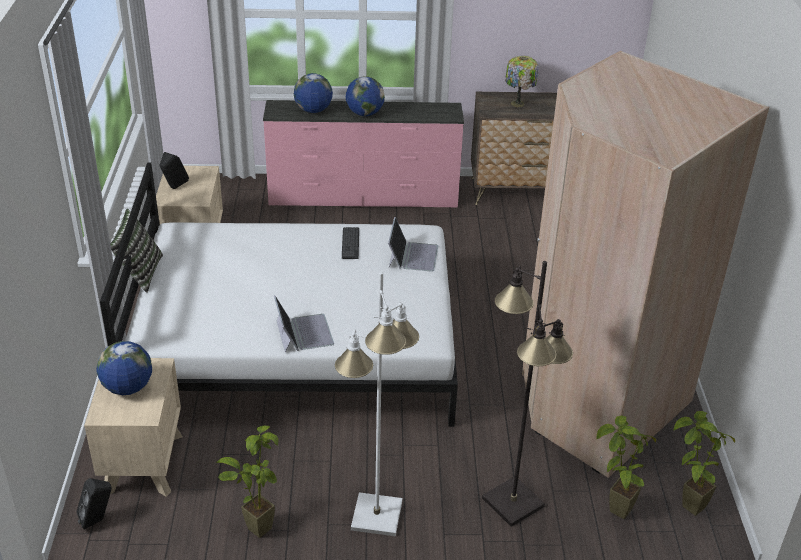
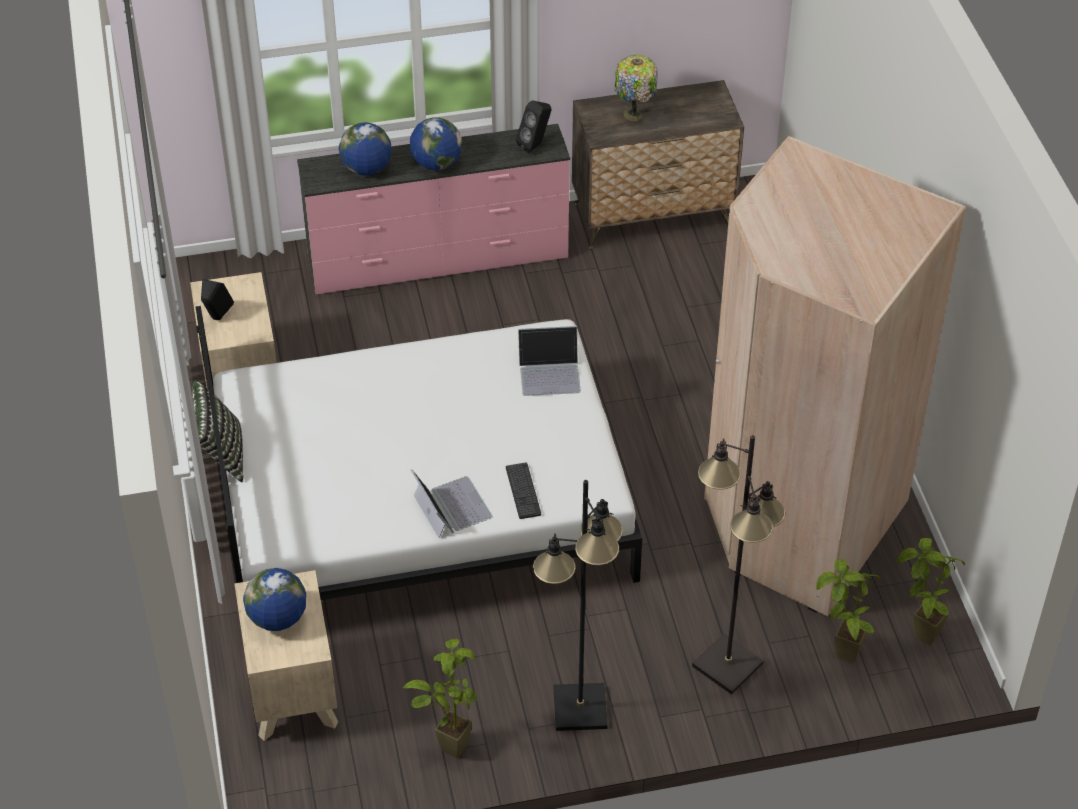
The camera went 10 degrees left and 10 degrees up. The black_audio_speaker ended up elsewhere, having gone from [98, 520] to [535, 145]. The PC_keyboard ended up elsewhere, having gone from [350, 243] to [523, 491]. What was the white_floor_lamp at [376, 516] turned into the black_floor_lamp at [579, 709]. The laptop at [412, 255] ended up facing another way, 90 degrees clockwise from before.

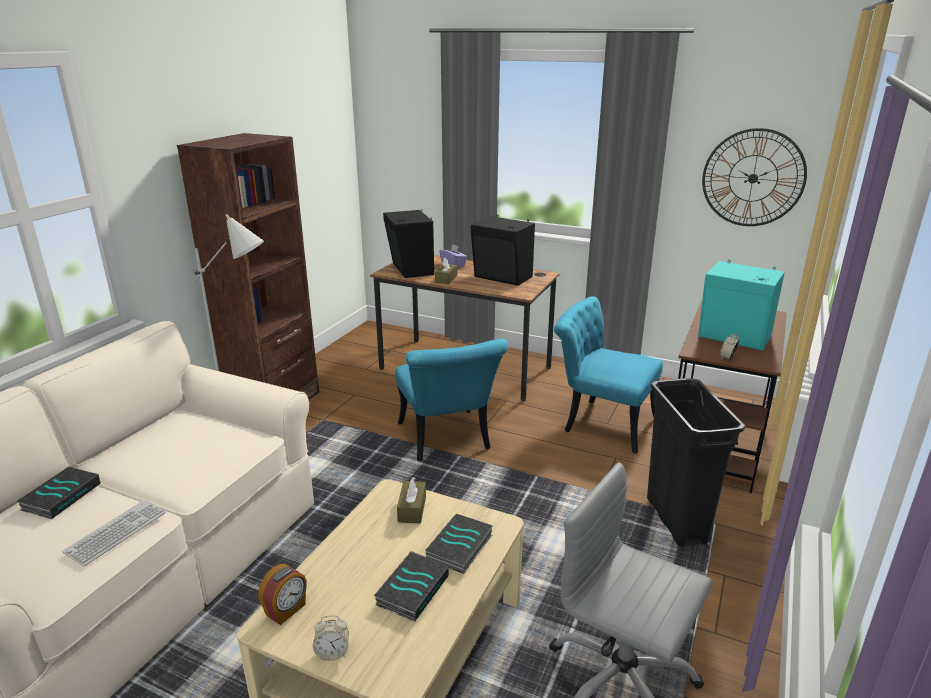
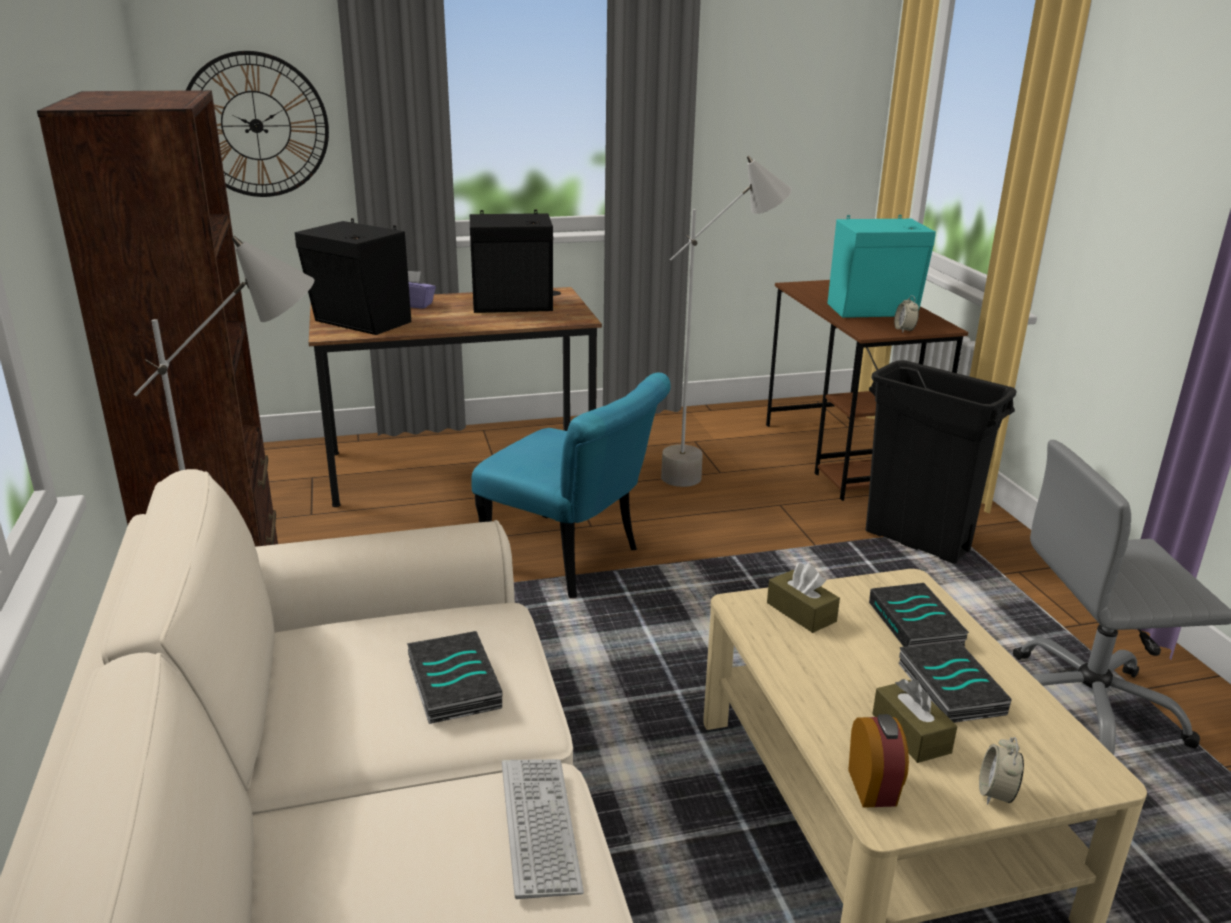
The camera went 40 degrees left and 0 degrees up. The volume ended up elsewhere, having gone from [61, 496] to [451, 683]. The brown-coloured_tissue_holder ended up elsewhere, having gone from [446, 279] to [911, 733]. The clock_on_the_wall ended up elsewhere, having gone from [753, 178] to [256, 125]. Where the blue-green_plain_chair stood at [601, 422], the greyish_floor_lamp came to stand at [713, 474]. The table_clock at [332, 653] ended up facing another way, 150 degrees clockwise from before.

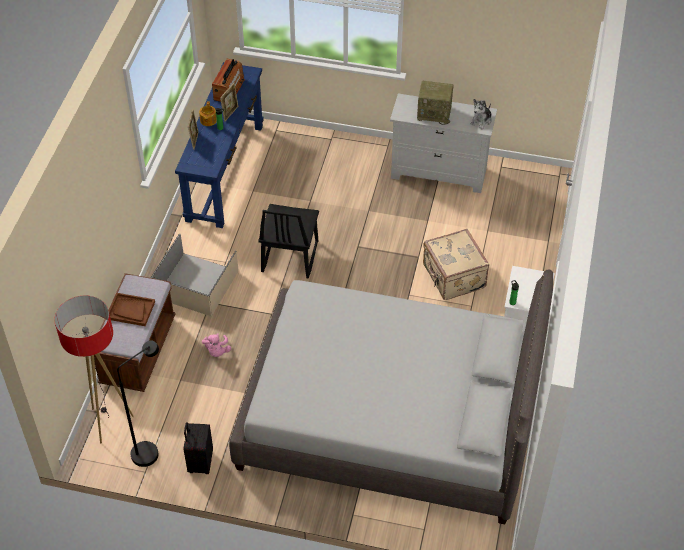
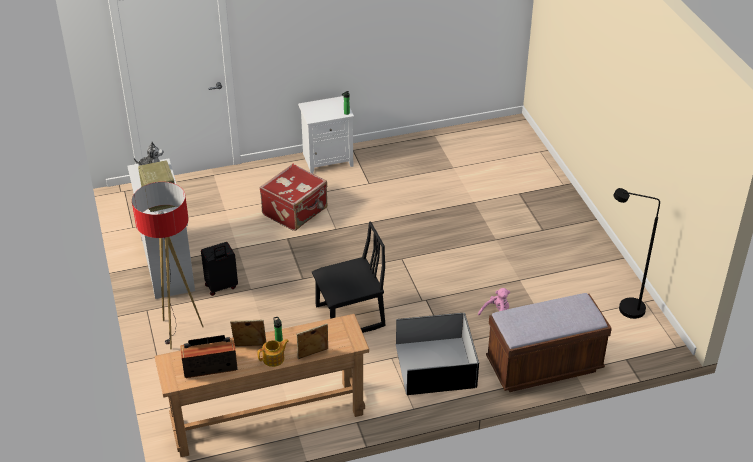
The camera went 120 degrees left and 10 degrees down. The second view lost the brown-coloured_tray at [130, 310]. The second view lost the greyish_sleeping_bed at [390, 417]. The floor_lamp ended up elsewhere, having gone from [109, 422] to [178, 332]. The black_suitcase ended up elsewhere, having gone from [200, 462] to [221, 287]. What was the beige_storage_bin at [197, 284] turned into the black_storage_bin at [435, 364]. What was the blue_console_table at [225, 172] turned into the brown-coloured_console_table at [268, 418]. What was the beige_suitcase at [453, 277] turned into the reddish_suitcase at [296, 211].

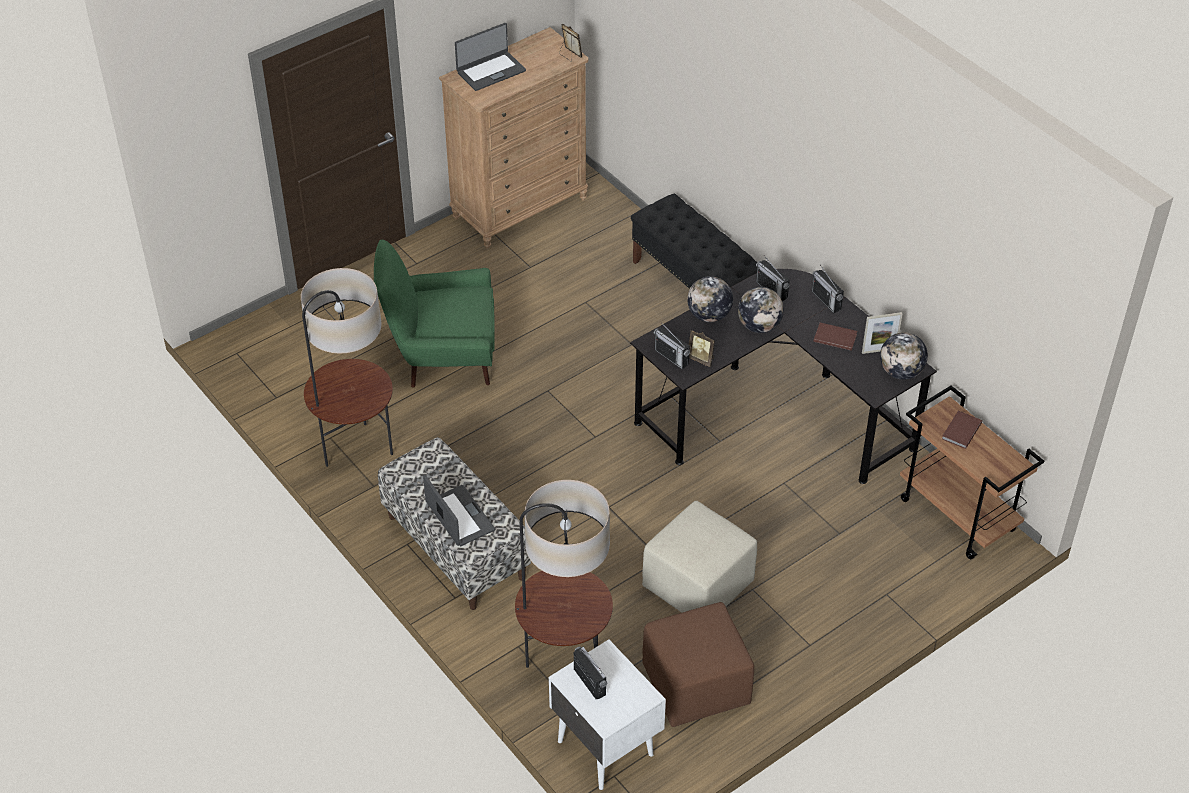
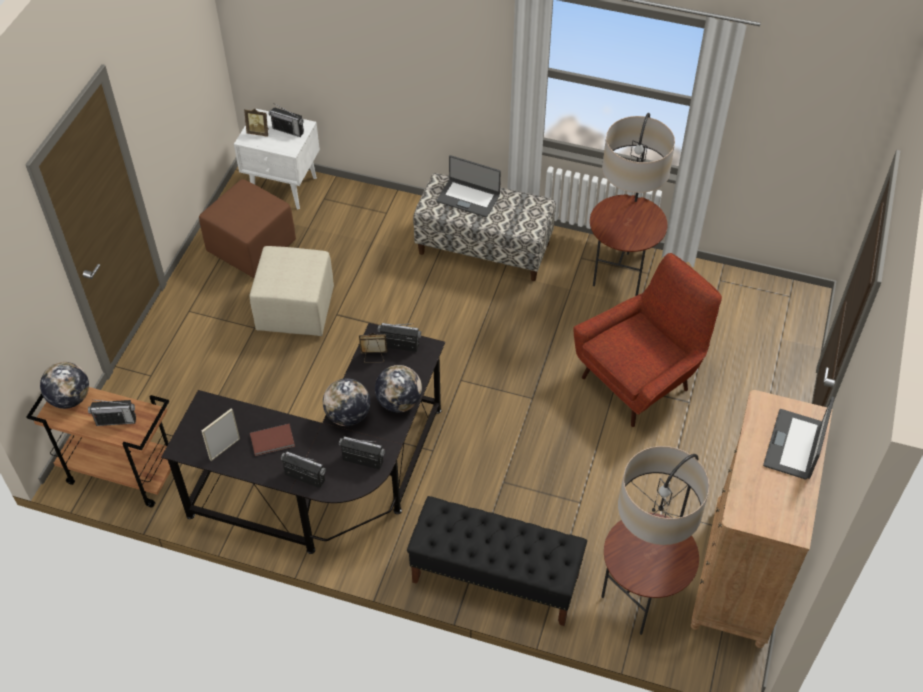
The camera went 145 degrees right and 5 degrees up. The floor_lamp ended up elsewhere, having gone from [564, 663] to [640, 598]. The standing_frame ended up elsewhere, having gone from [569, 55] to [259, 132]. The world_globe ended up elsewhere, having gone from [901, 372] to [70, 398]. Where the brown-coloured_volume stood at [960, 431], the radio_receiver came to stand at [116, 420]. What was the greenish_armchair at [443, 357] turned into the reddish_armchair at [640, 380].

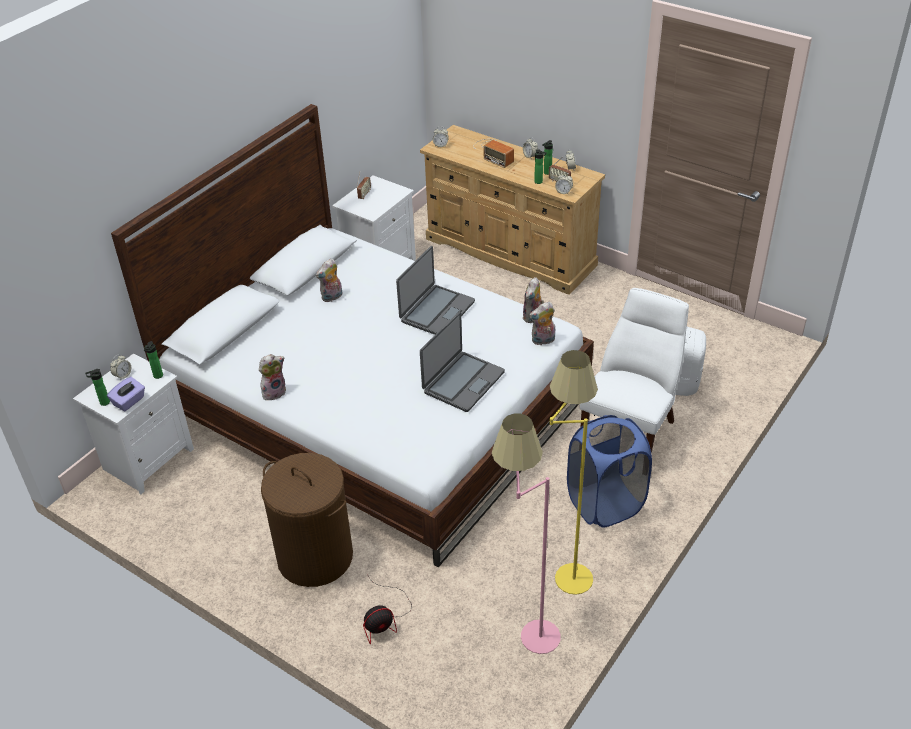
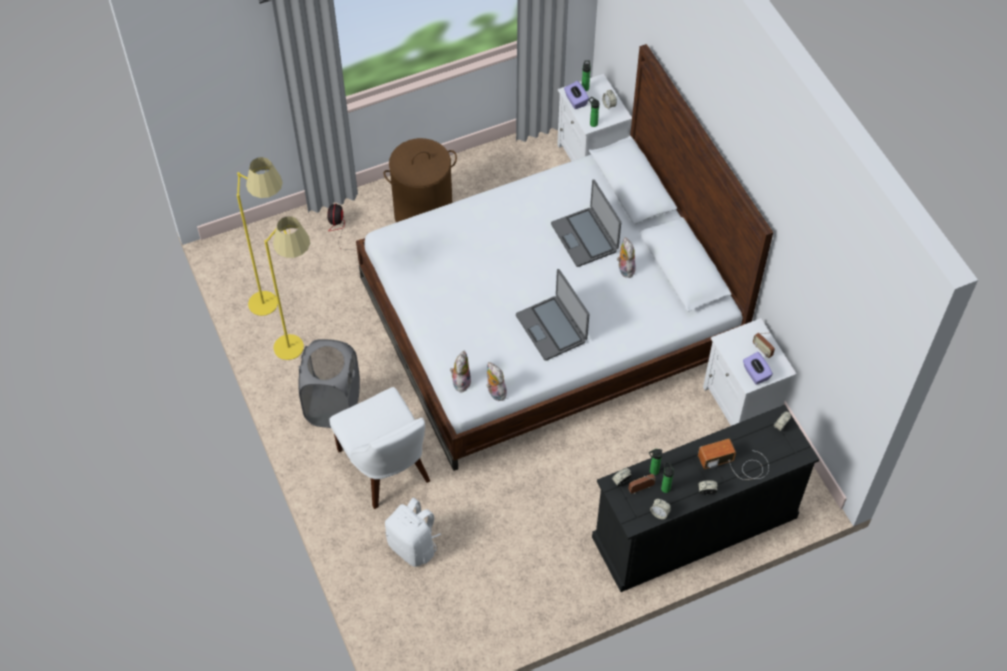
The camera went 120 degrees right and 15 degrees up. The second view lost the cuddly_toy at [274, 392]. The second view gained the purple_tissue_holder at [755, 374]. The laptop ended up elsewhere, having gone from [463, 382] to [585, 237]. What was the beige_drawer_chest at [511, 252] turned into the black_drawer_chest at [693, 528]. What was the pink_floor_lamp at [525, 627] turned into the yellowish_floor_lamp at [276, 299]. What was the blue_washing_basket at [605, 504] turned into the greyish_washing_basket at [333, 405].

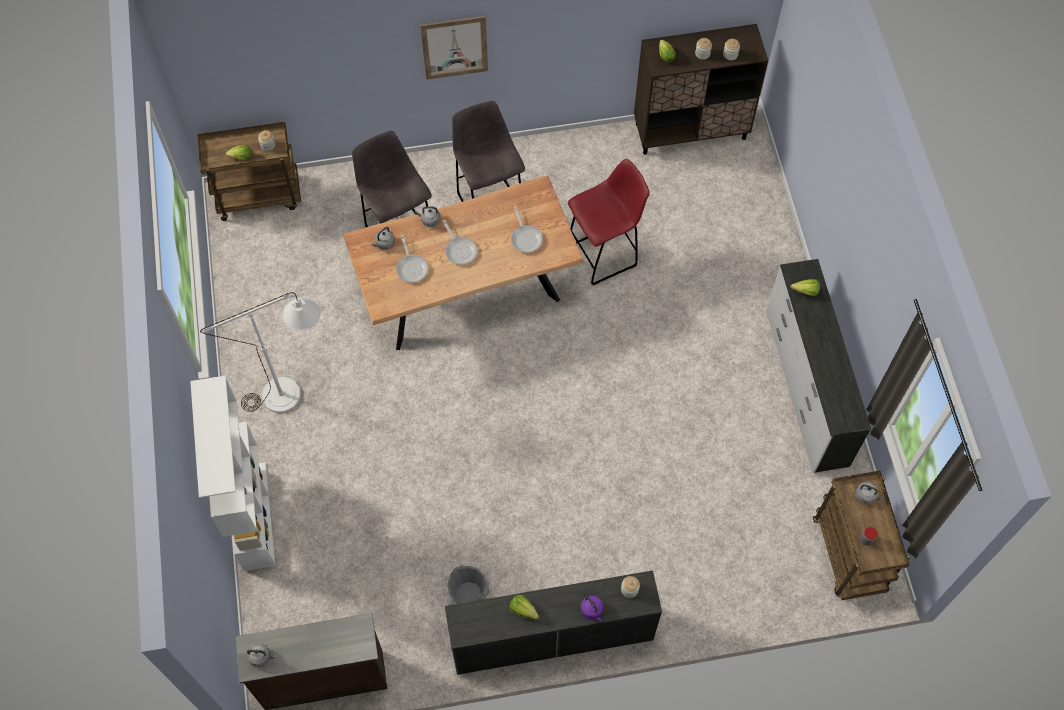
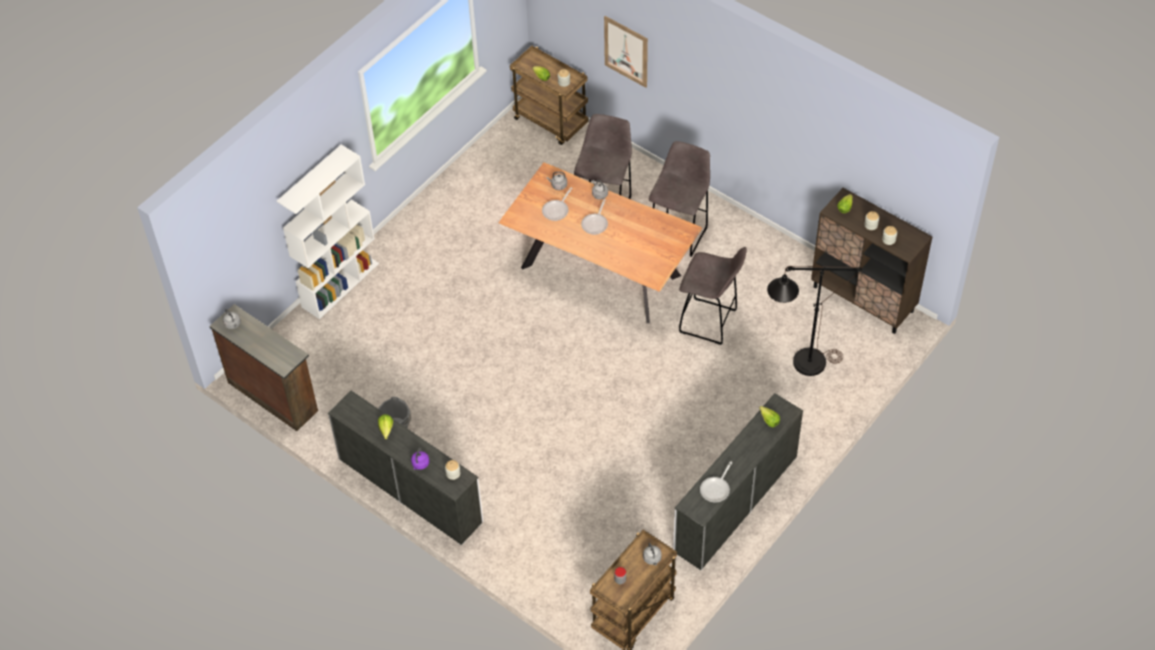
The camera went 50 degrees right and 10 degrees down. The second view lost the white_floor_lamp at [293, 393]. The second view gained the black_floor_lamp at [800, 364]. The wall_picture ended up elsewhere, having gone from [454, 47] to [626, 51]. The pan ended up elsewhere, having gone from [526, 237] to [716, 489]. What was the reddish_stool at [604, 255] turned into the greyish_stool at [710, 322].

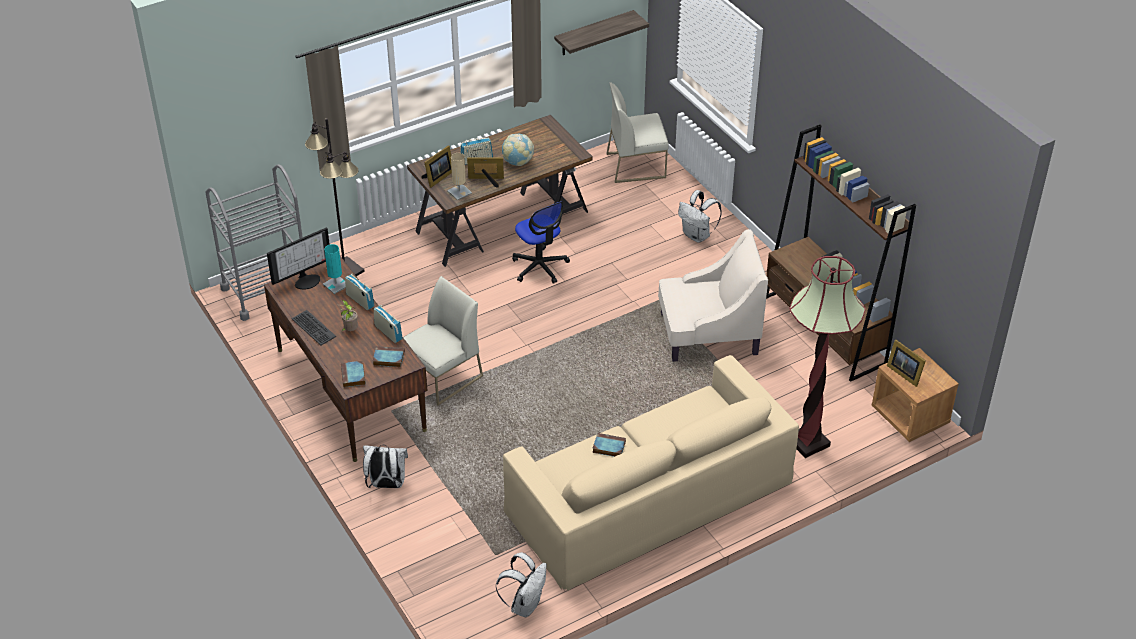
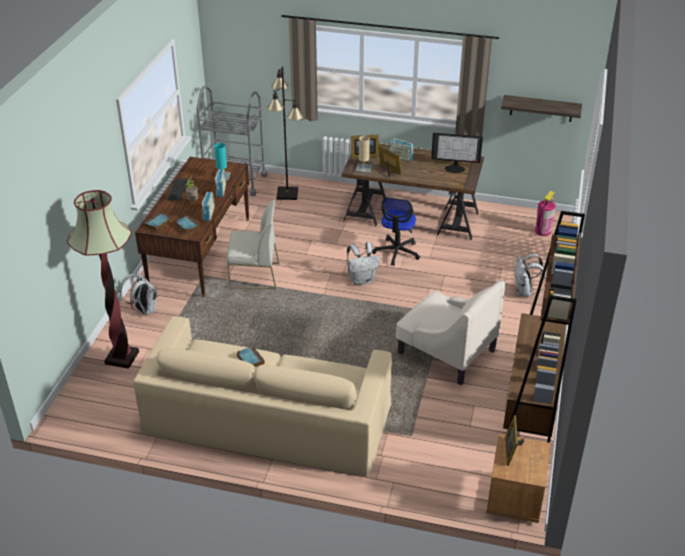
The camera went 45 degrees right and 5 degrees down. The second view lost the world_globe at [518, 162]. The computer_display ended up elsewhere, having gone from [306, 280] to [455, 168]. The white_rucksack ended up elsewhere, having gone from [525, 604] to [362, 280]. The floor_lamp ended up elsewhere, having gone from [808, 442] to [122, 358]. Where the white_plain_chair stood at [636, 165], the fire-fighting_cylinder came to stand at [542, 231].

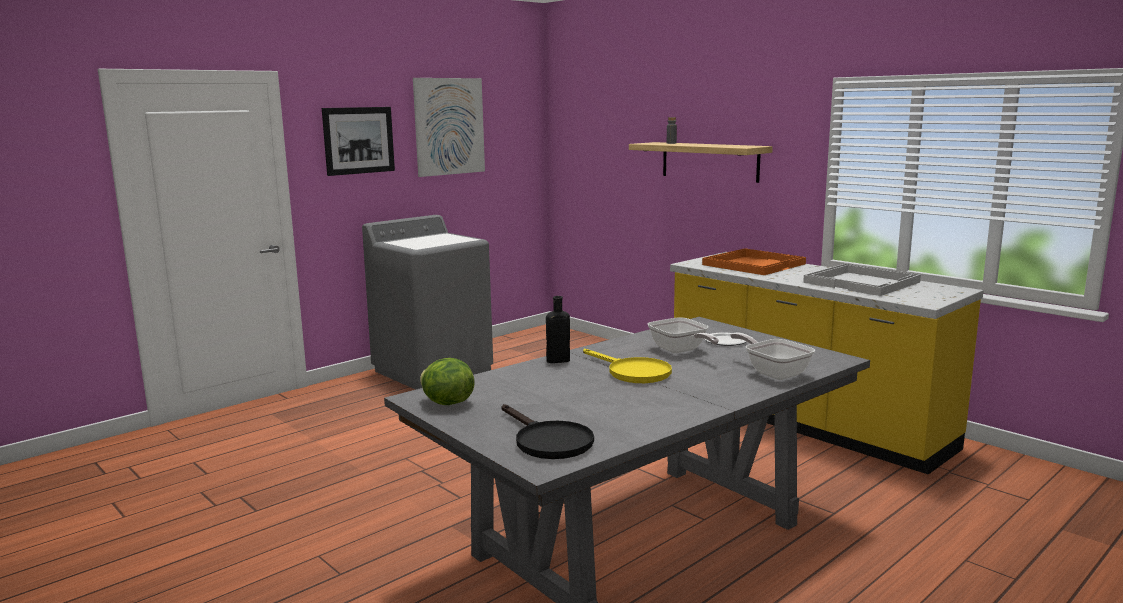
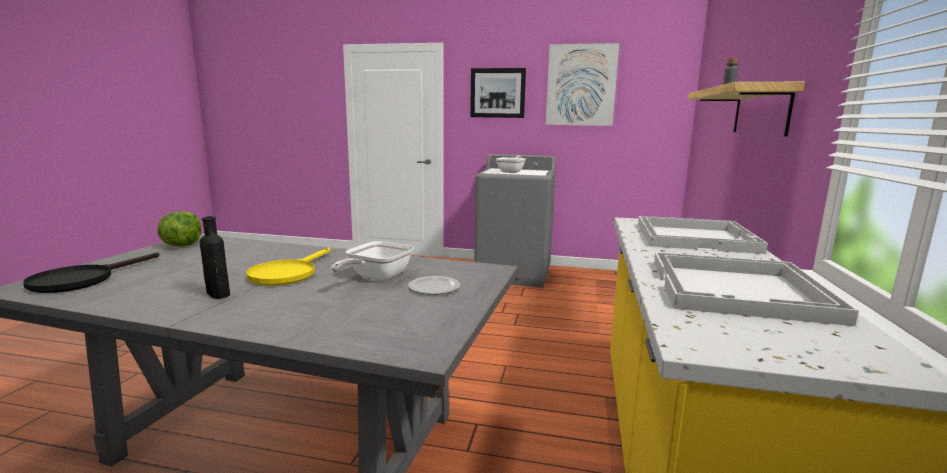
The camera went 55 degrees right and 0 degrees up. The black_drink_bottle ended up elsewhere, having gone from [556, 361] to [217, 293]. The pan ended up elsewhere, having gone from [773, 372] to [512, 172]. What was the orangey_tray at [753, 264] turned into the white_tray at [695, 237].

